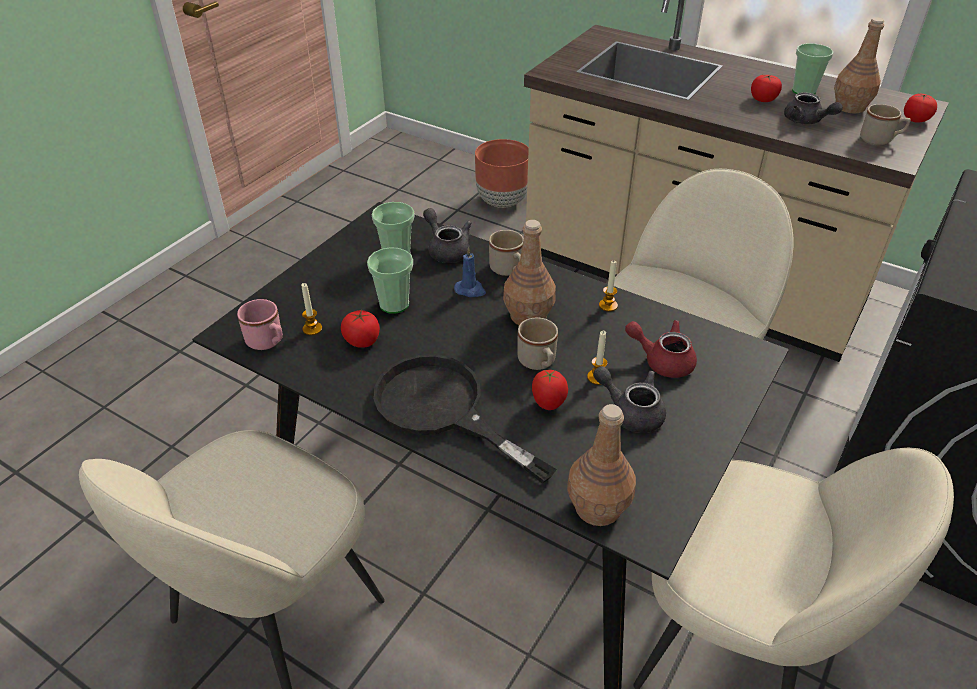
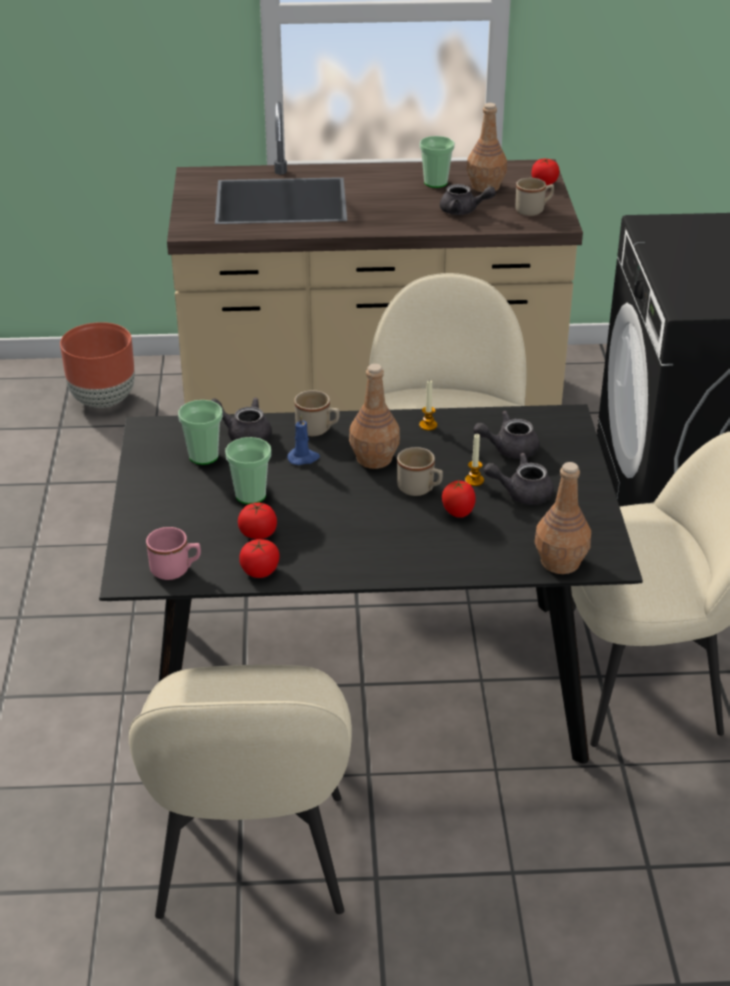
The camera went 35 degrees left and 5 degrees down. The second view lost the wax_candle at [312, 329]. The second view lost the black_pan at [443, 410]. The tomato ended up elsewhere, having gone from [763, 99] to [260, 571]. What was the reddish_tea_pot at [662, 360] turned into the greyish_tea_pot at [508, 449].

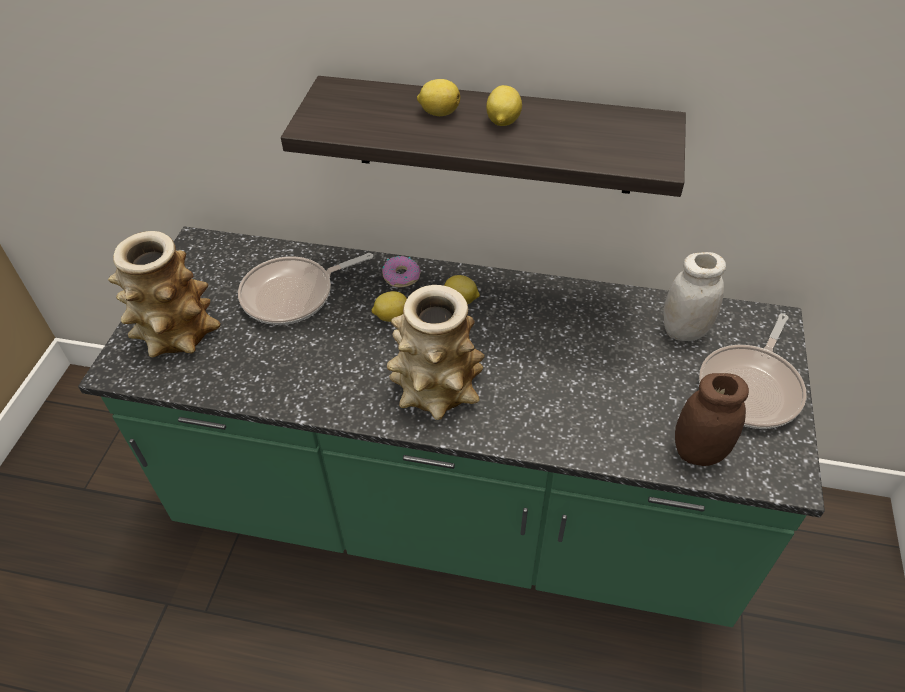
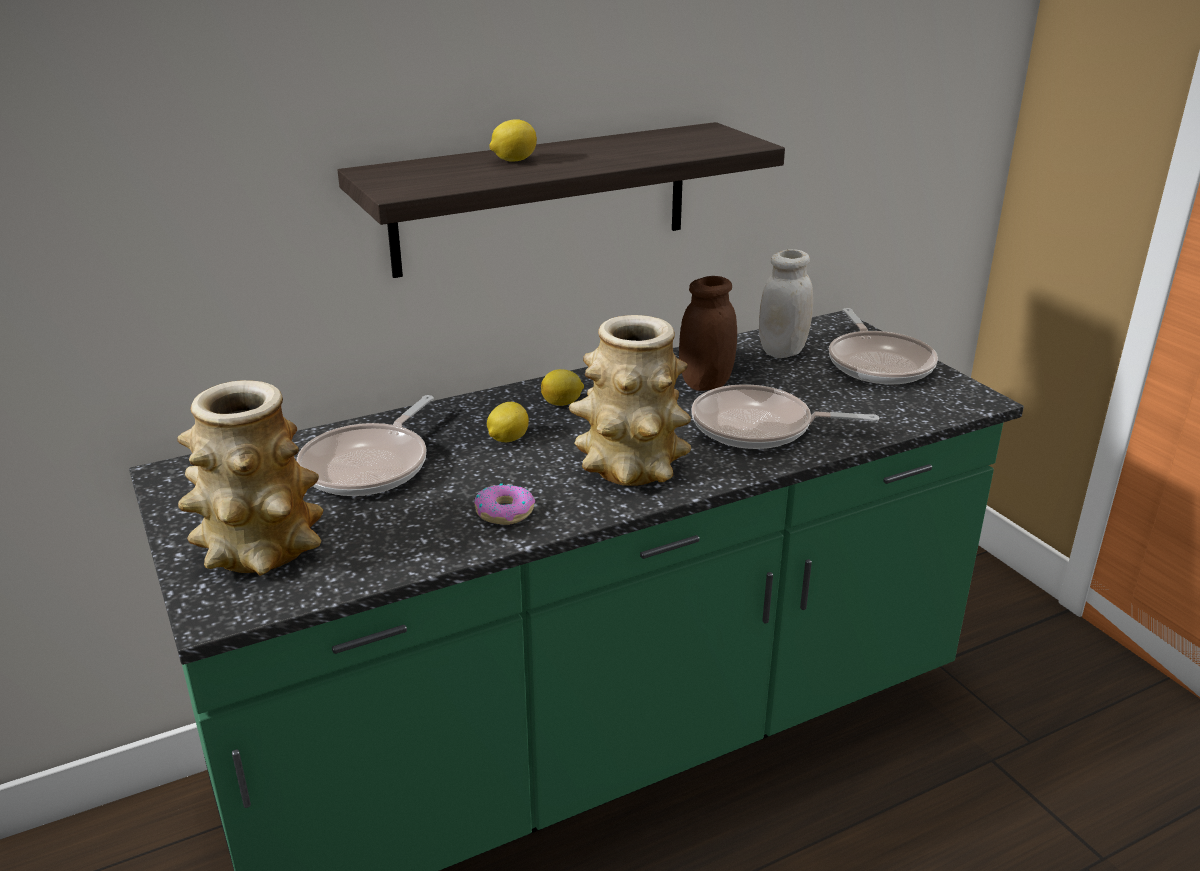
The camera went 40 degrees left and 20 degrees down. The second view lost the citrus_fruit at [502, 122]. The second view gained the pan at [759, 427]. The doughnut ended up elsewhere, having gone from [401, 276] to [504, 512]. The brown-coloured_preserve_jar ended up elsewhere, having gone from [698, 452] to [706, 383].

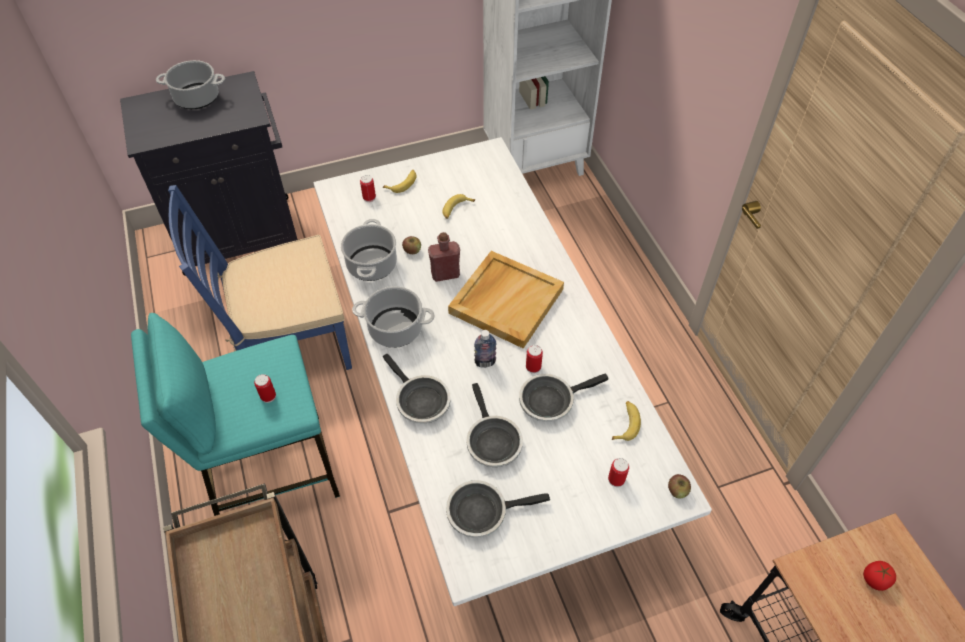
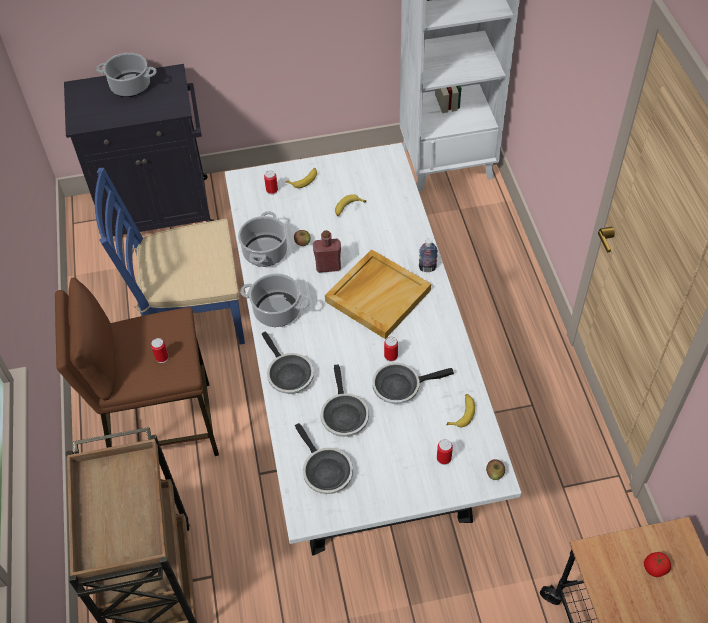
The camera went 10 degrees right and 0 degrees up. The drink_bottle ended up elsewhere, having gone from [485, 362] to [427, 268]. What was the blue-green_stool at [270, 471] turned into the brown-coloured_stool at [161, 427]. The pan at [482, 511] ended up facing another way, 120 degrees counterclockwise from before.

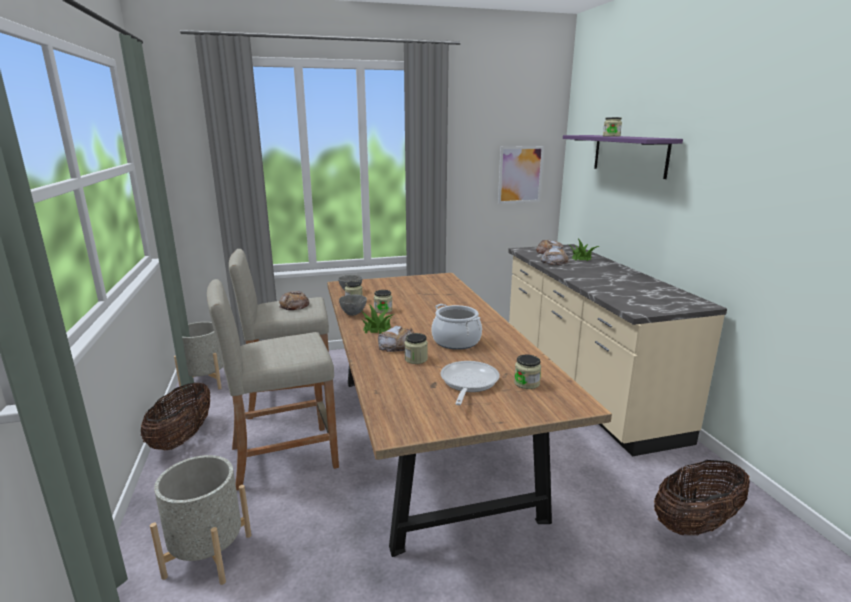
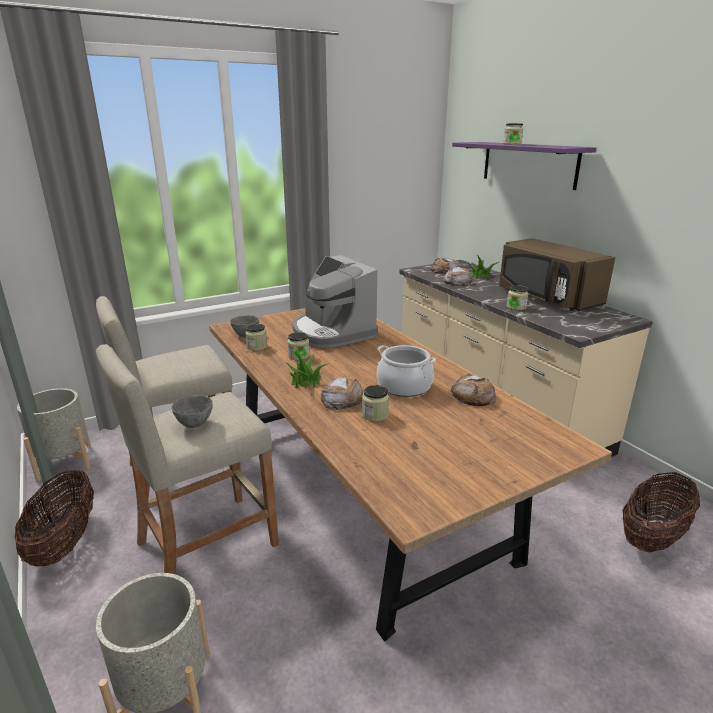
The camera went 15 degrees left and 5 degrees up. The second view lost the pan at [467, 383]. The second view lost the wall_picture at [520, 174]. The second view gained the coffee_brewer at [332, 332]. The second view gained the brown-coloured_kitchen_microwave at [546, 298]. The bakery_bread ended up elsewhere, having gone from [294, 305] to [473, 396]. The greyish_deep_dish ended up elsewhere, having gone from [353, 314] to [194, 424]. The preserve_jar ended up elsewhere, having gone from [526, 383] to [516, 307].

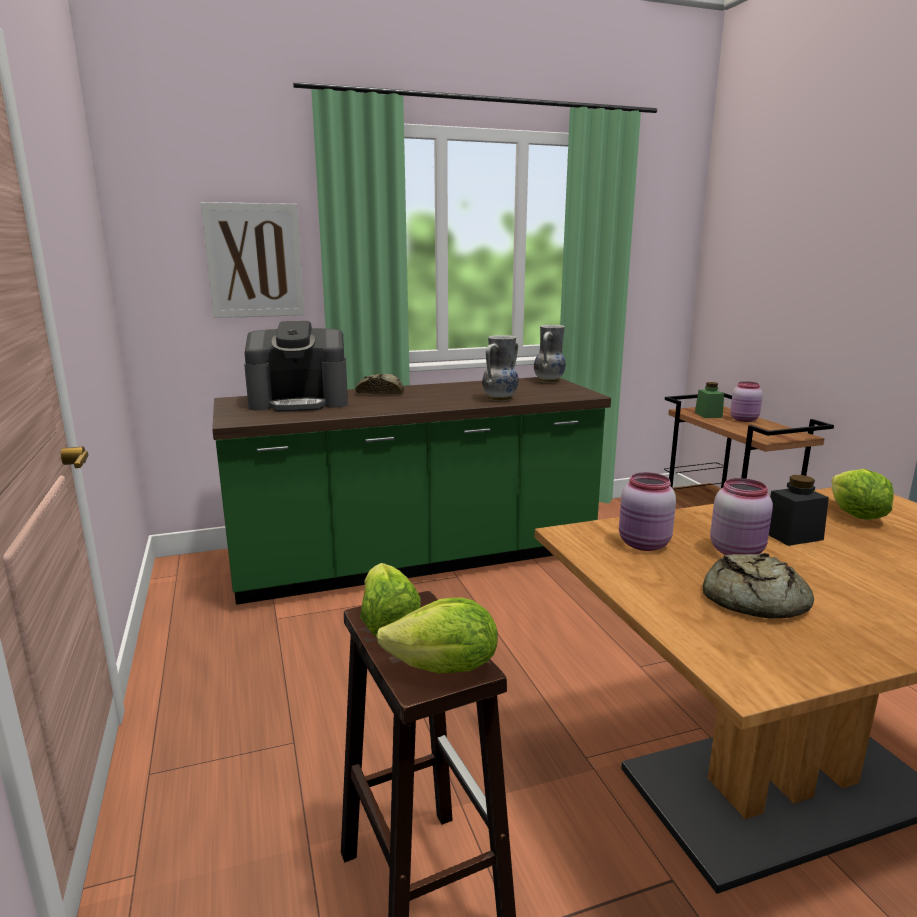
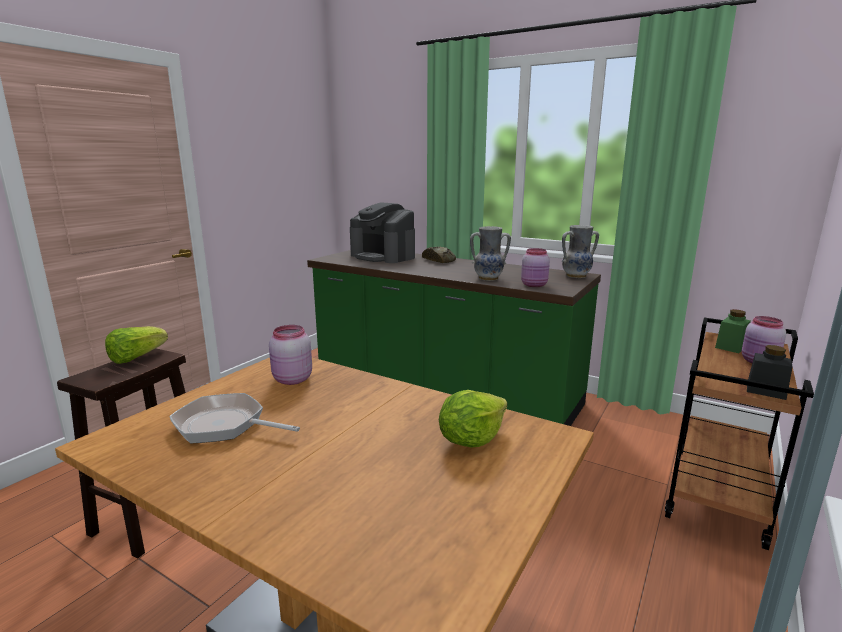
The camera went 50 degrees right and 0 degrees up. The second view lost the wall_picture at [254, 261]. The second view lost the lettuce at [445, 669]. The pink_preserve_jar ended up elsewhere, having gone from [738, 551] to [534, 285]. The black_preserve_jar ended up elsewhere, having gone from [792, 536] to [766, 391]. Where the bakery_bread stood at [751, 599], the pan came to stand at [225, 425].

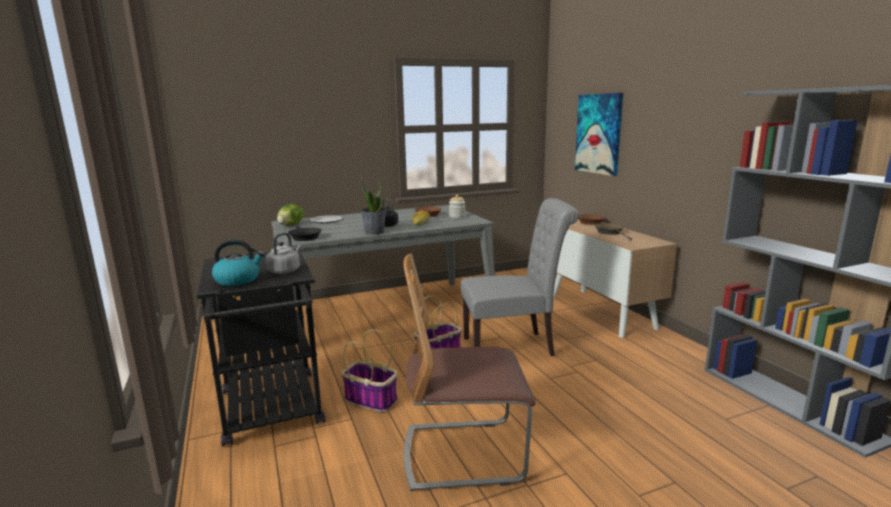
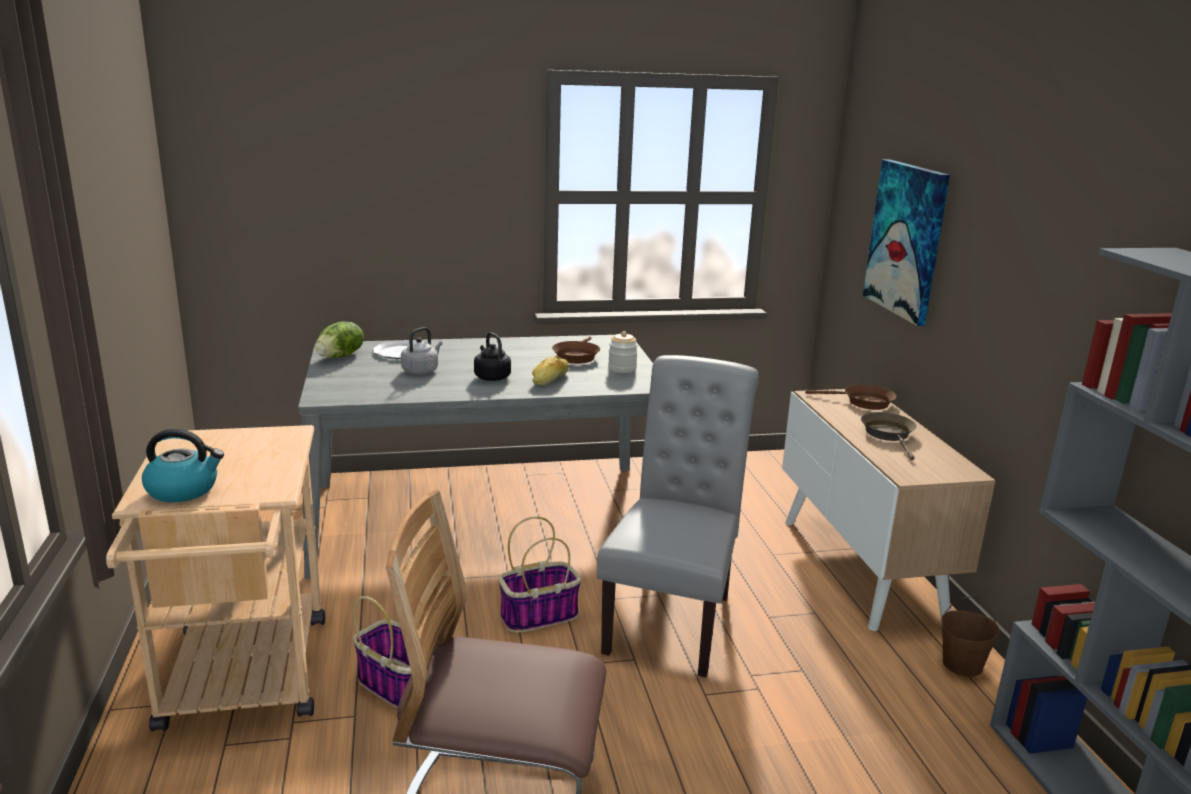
The camera went 10 degrees right and 5 degrees up. The second view lost the black_pan at [304, 237]. The second view lost the houseplant at [374, 232]. The second view gained the brown-coloured_water_bucket at [962, 665]. The greyish_water_kettle ended up elsewhere, having gone from [285, 271] to [421, 370]. What was the black_cart at [273, 413] turned into the beige_cart at [244, 683]. The greyish_plain_chair at [514, 346] ended up facing another way, 75 degrees counterclockwise from before.

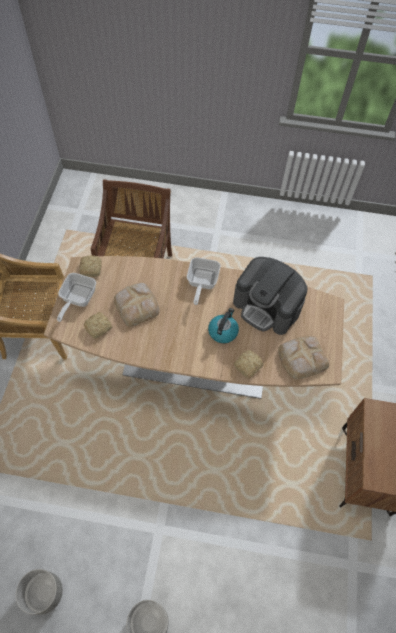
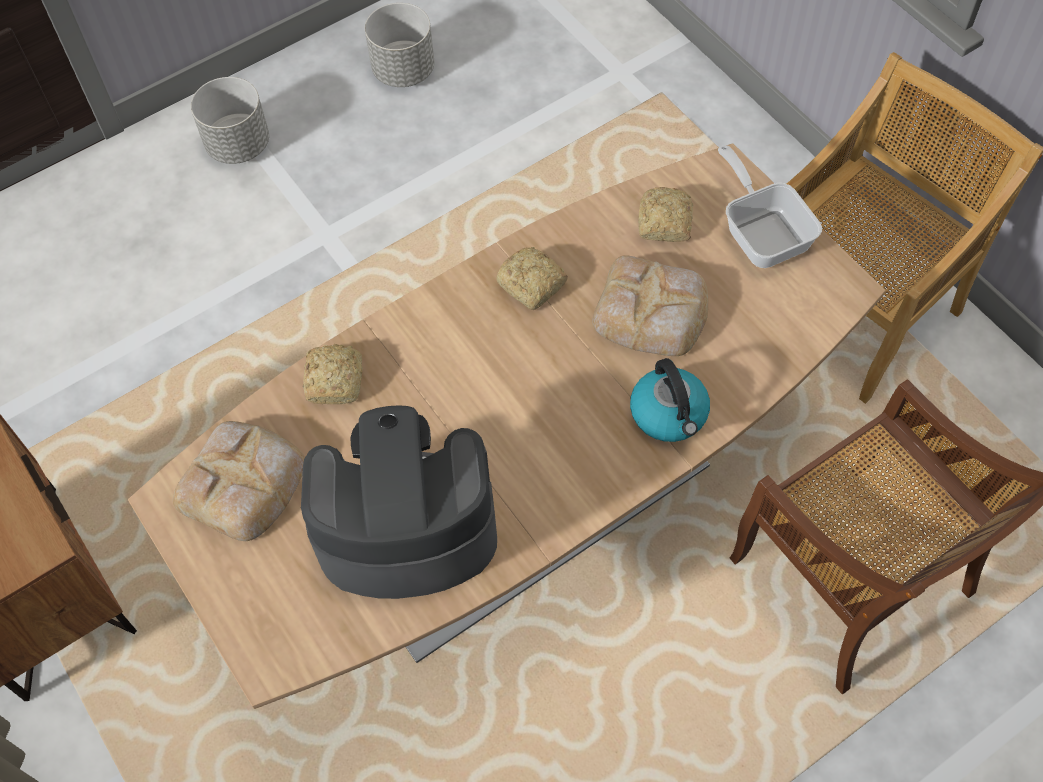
The camera went 140 degrees right and 0 degrees up. The second view lost the pan at [201, 283]. The bakery_bread ended up elsewhere, having gone from [91, 268] to [532, 286]. The water_kettle ended up elsewhere, having gone from [223, 331] to [669, 414].

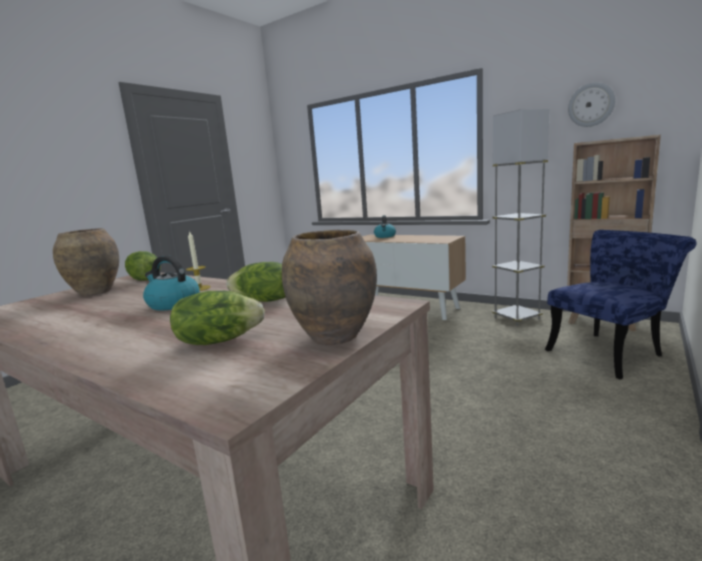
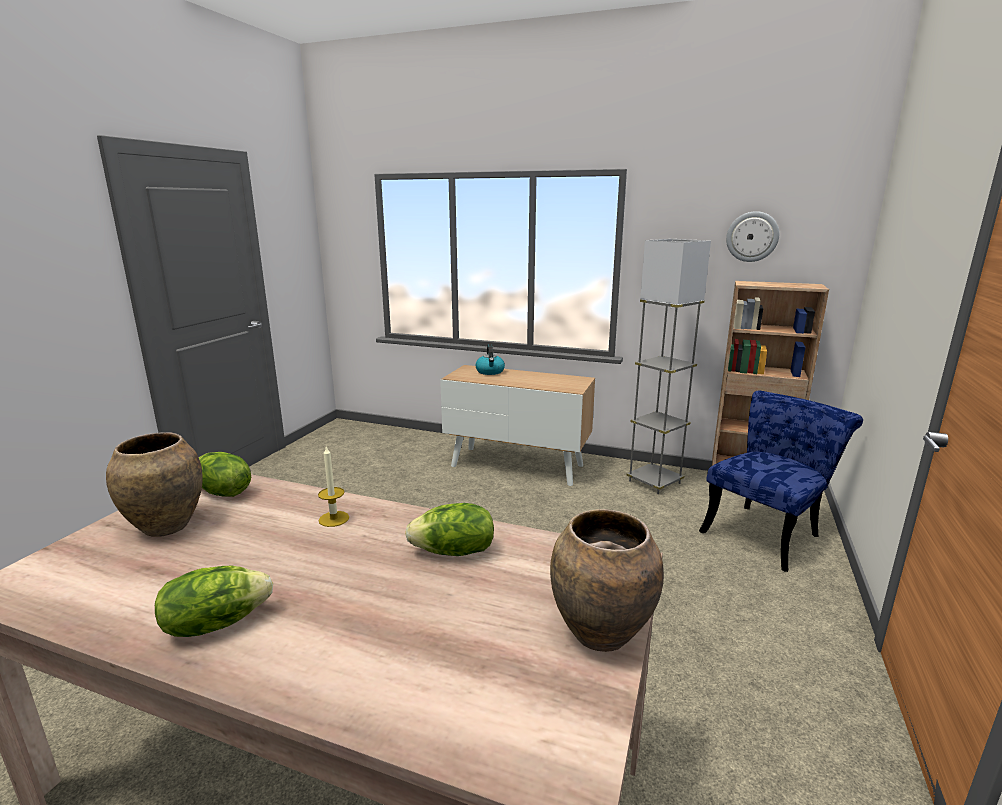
The camera went 15 degrees left and 5 degrees up. The second view lost the water_kettle at [173, 304]. The lettuce ended up elsewhere, having gone from [218, 340] to [216, 623].

